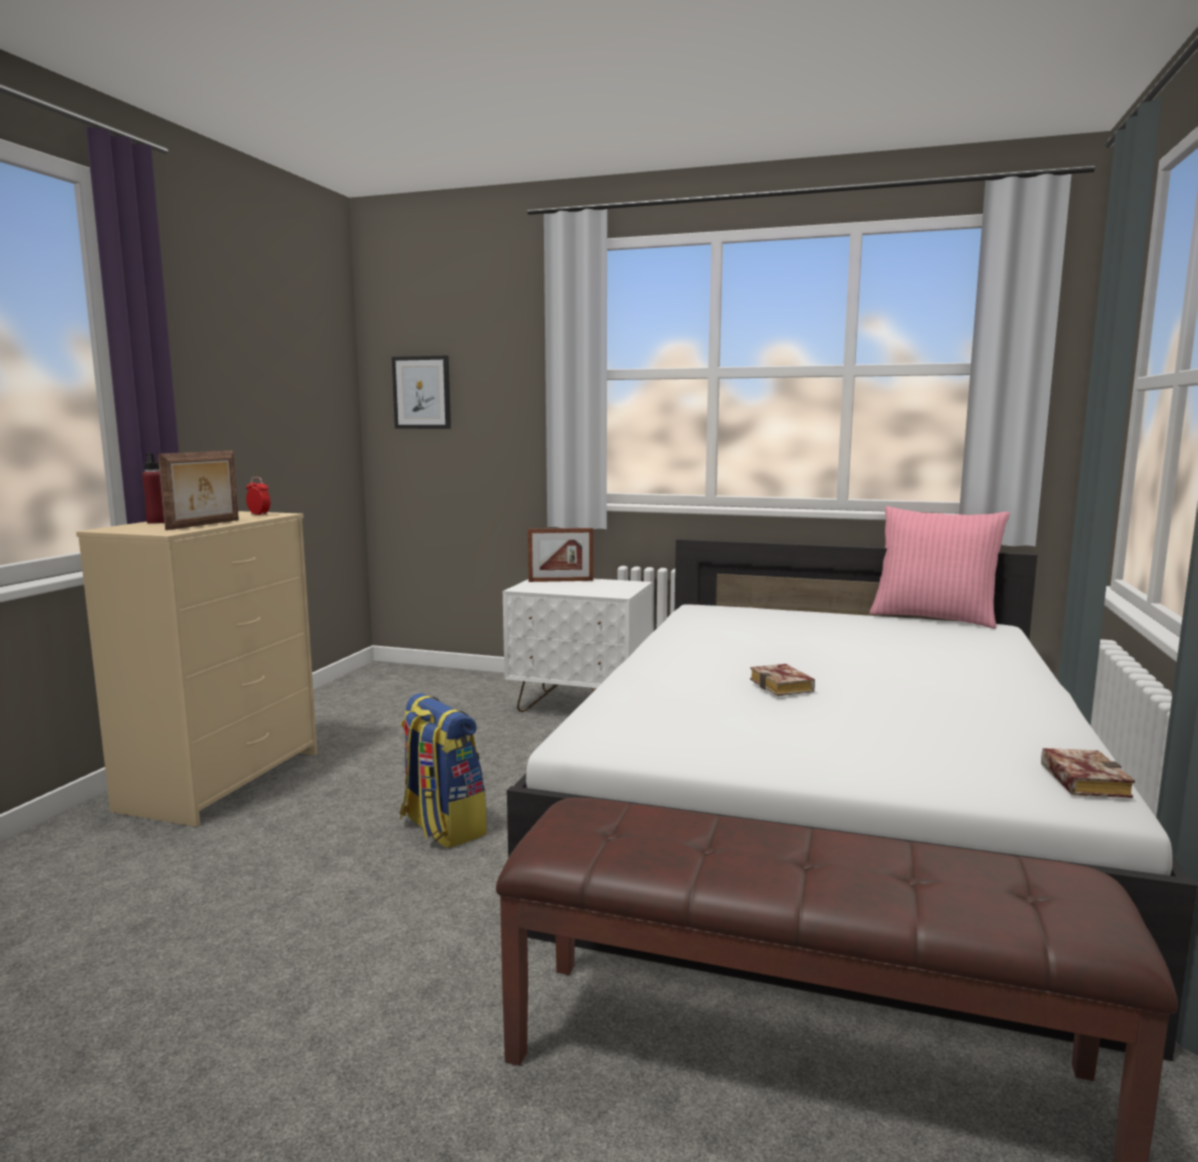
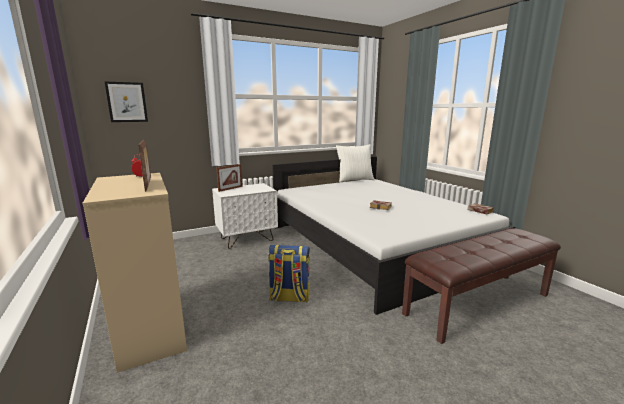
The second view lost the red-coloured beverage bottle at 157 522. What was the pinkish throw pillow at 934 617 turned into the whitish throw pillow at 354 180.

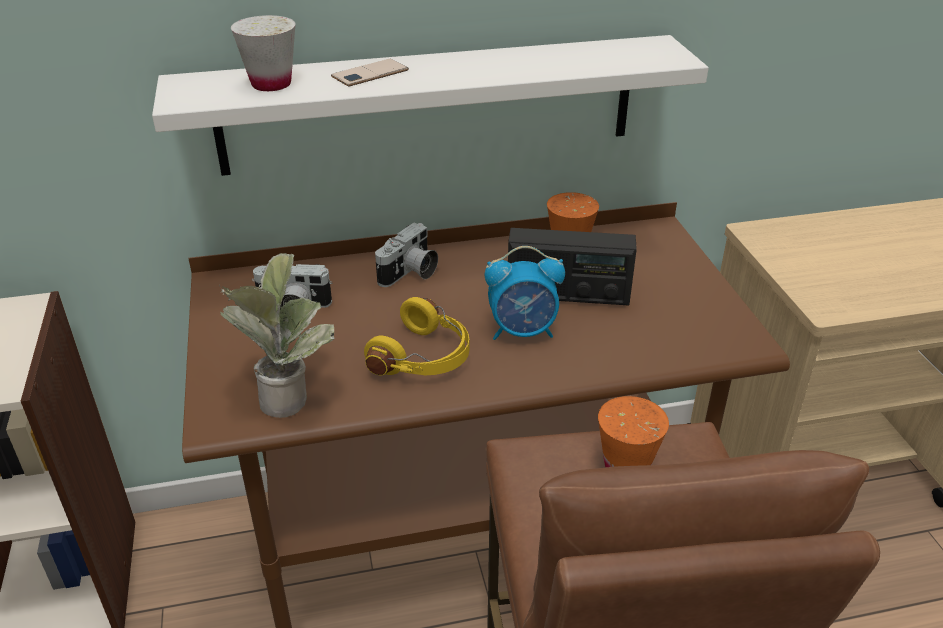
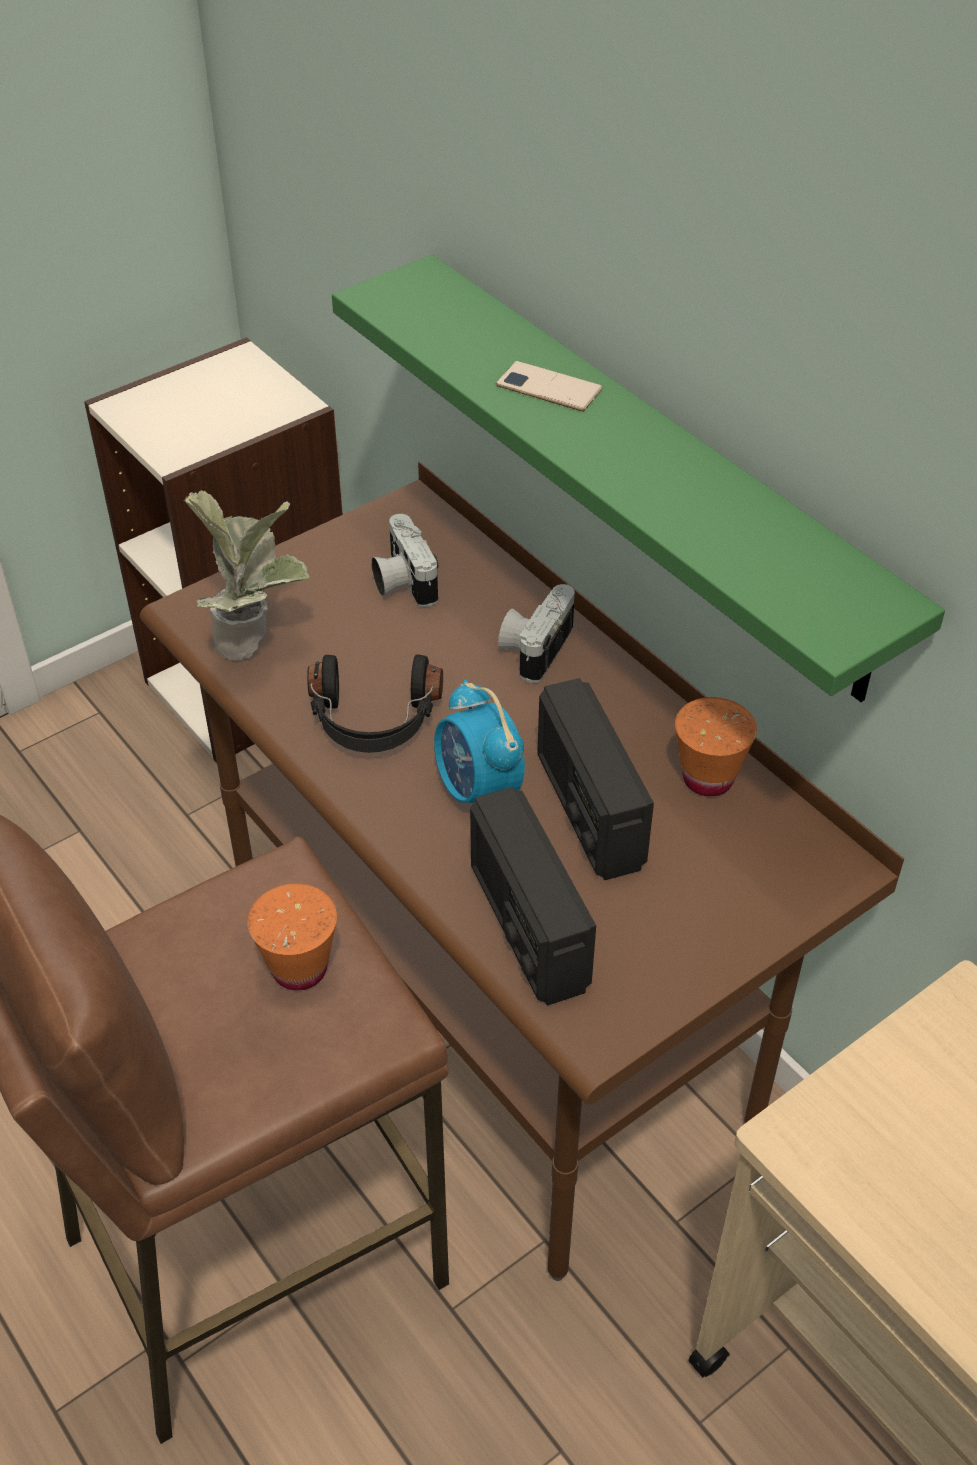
The second view lost the whitish cup at 271 84. What was the whitish bracket shelf at 429 105 turned into the greenish bracket shelf at 650 472. The photo camera at 410 273 ended up facing another way, 105 degrees clockwise from before. What was the yellowish headphones at 424 358 turned into the black-coloured headphones at 374 721. The second view gained the radio set at 527 926.

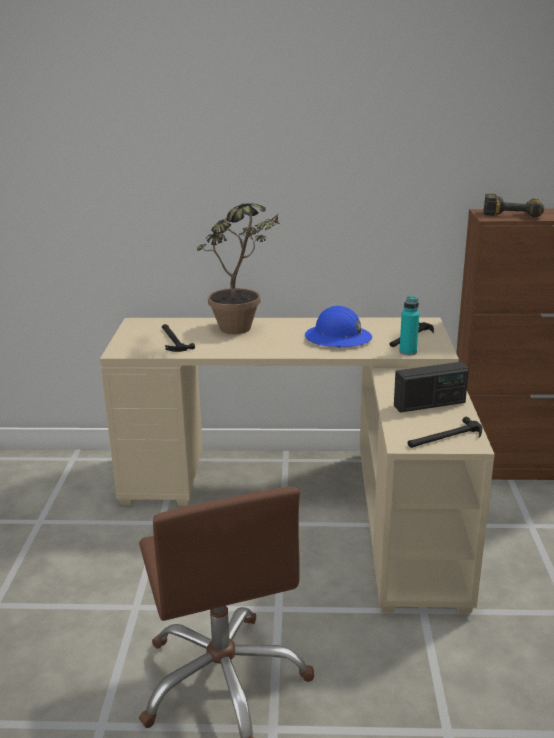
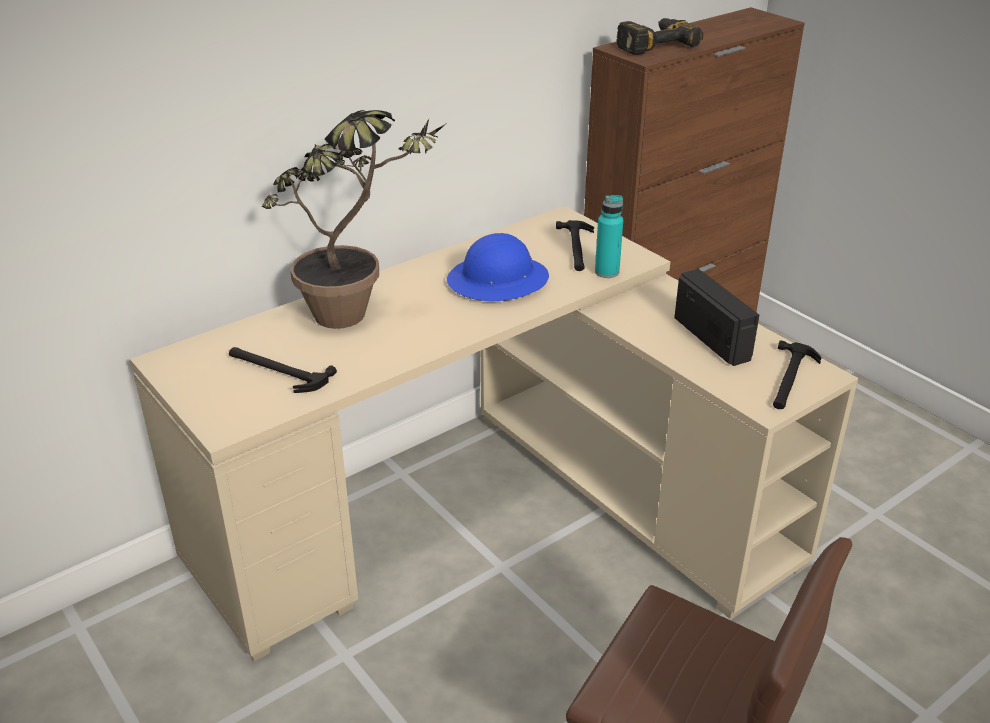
The radio set at 429 404 ended up facing another way, 60 degrees counterclockwise from before.

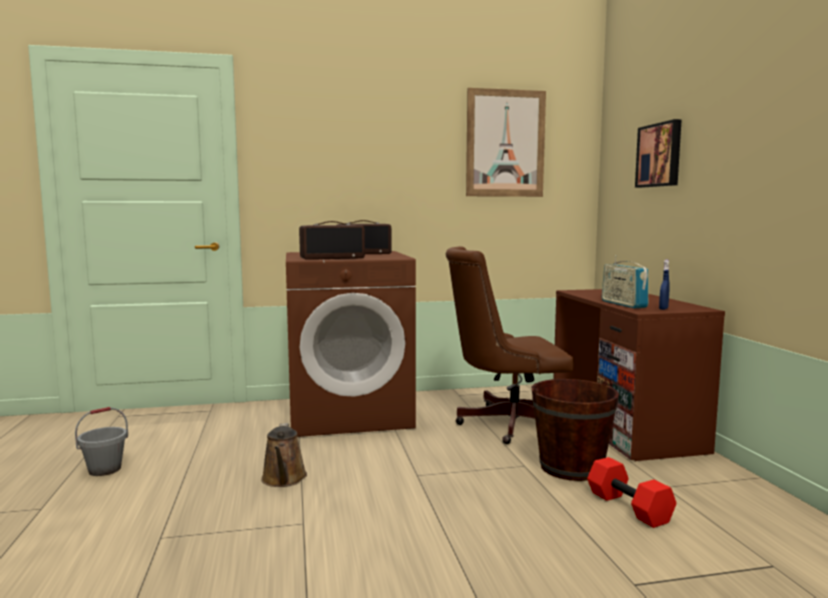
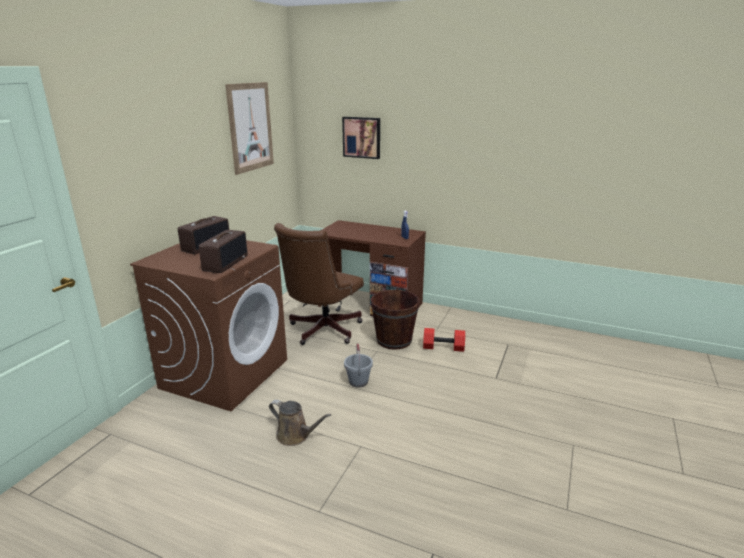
The second view lost the radio set at 623 304. The gray pail ended up elsewhere, having gone from 104 470 to 358 382.

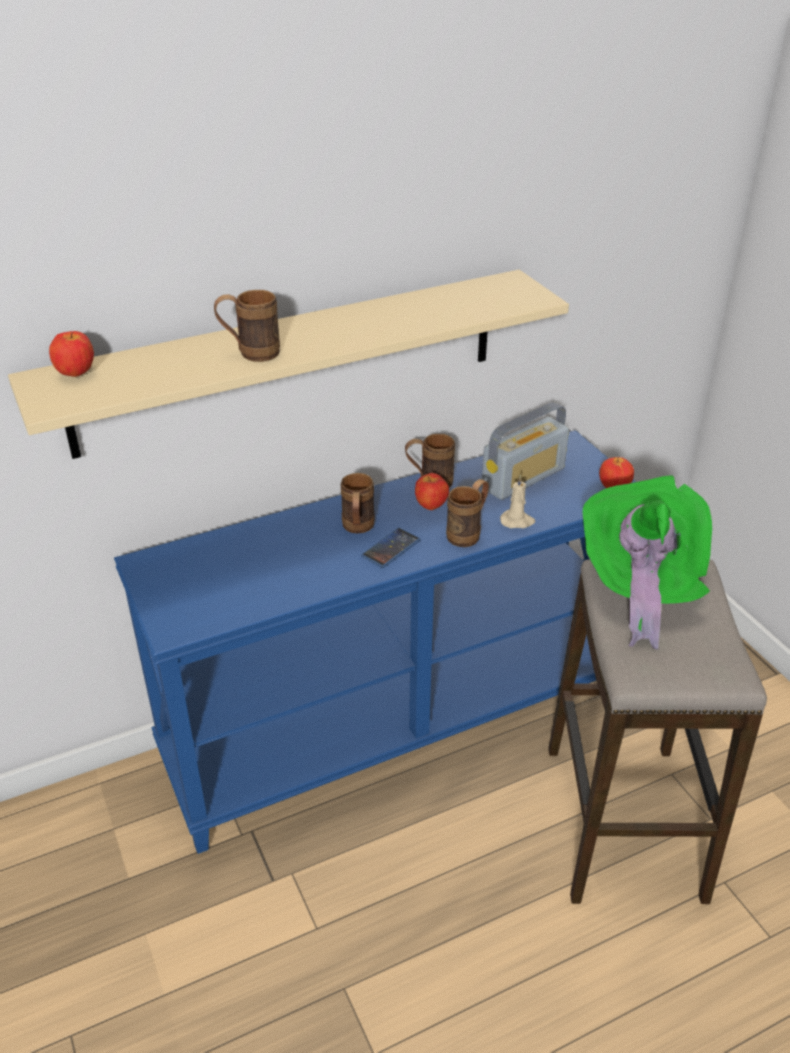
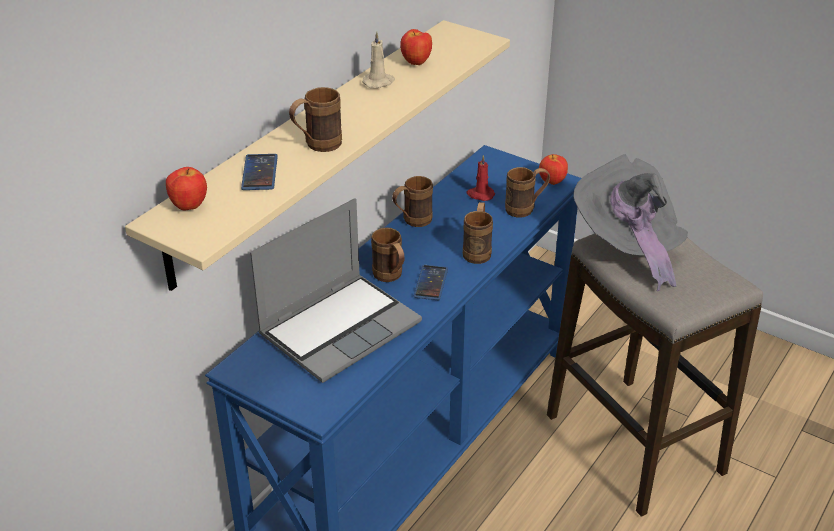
Where the radio set stood at 523 478, the red-coloured candle came to stand at 480 194. The whole apple ended up elsewhere, having gone from 431 507 to 416 63. The beige-coloured candle ended up elsewhere, having gone from 517 521 to 379 82. What was the greenish wearable hat at 640 585 turned into the gray wearable hat at 628 246. The second view gained the phone at 259 173. The second view gained the brownish coffee mug at 526 209. The second view gained the laptop at 340 327.

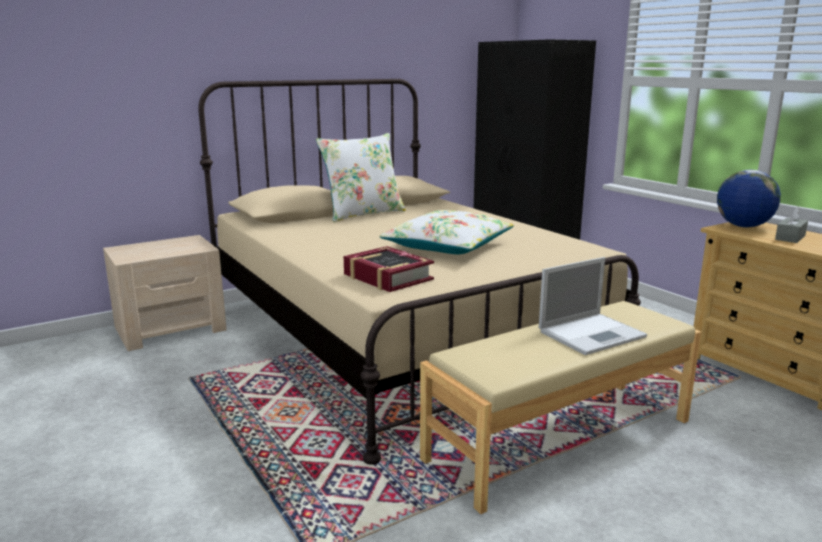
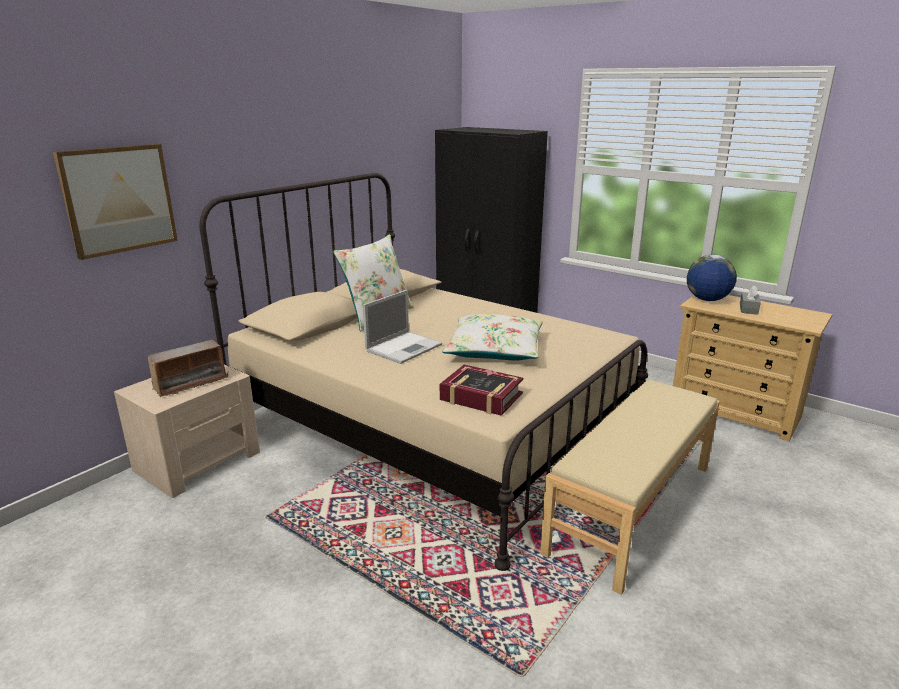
The laptop ended up elsewhere, having gone from 592 334 to 404 347. The second view gained the wall picture at 118 199. The second view gained the radio set at 190 383.

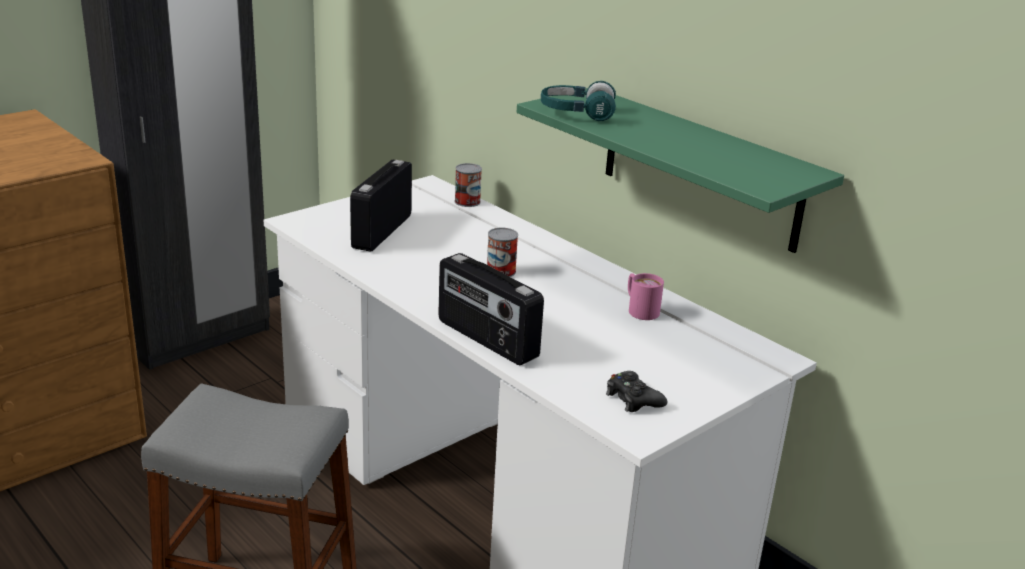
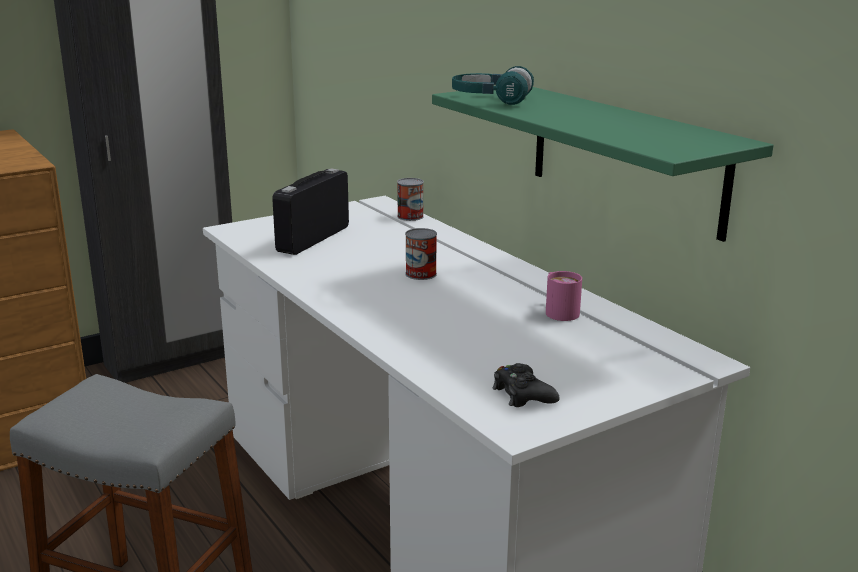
The second view lost the radio set at 486 340.

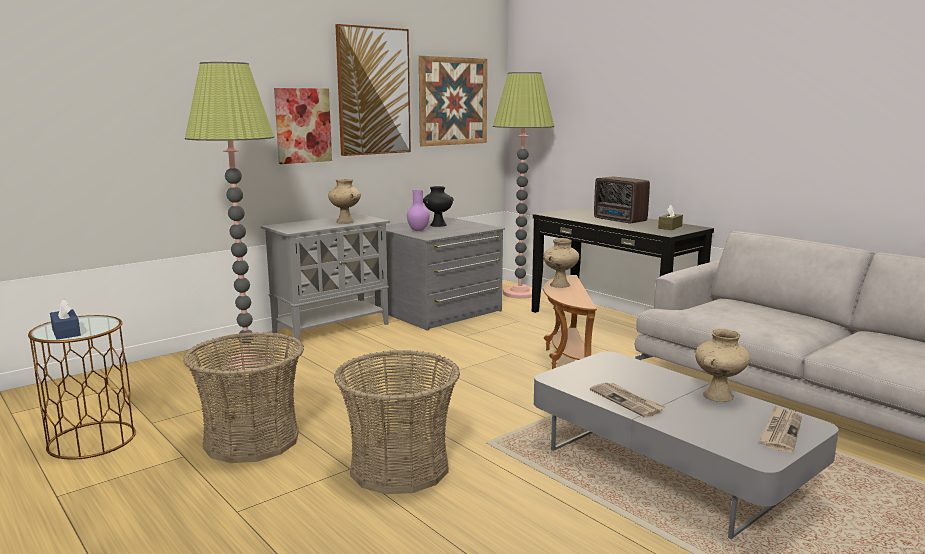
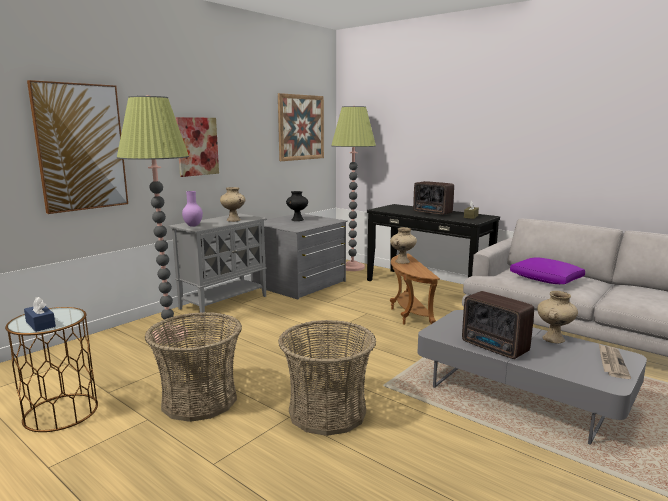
The wall picture ended up elsewhere, having gone from 373 91 to 81 147. The purple-coloured vase ended up elsewhere, having gone from 417 230 to 192 226. Where the printed paper stood at 627 401, the radio set came to stand at 495 348. The second view gained the purple-coloured throw pillow at 546 279.

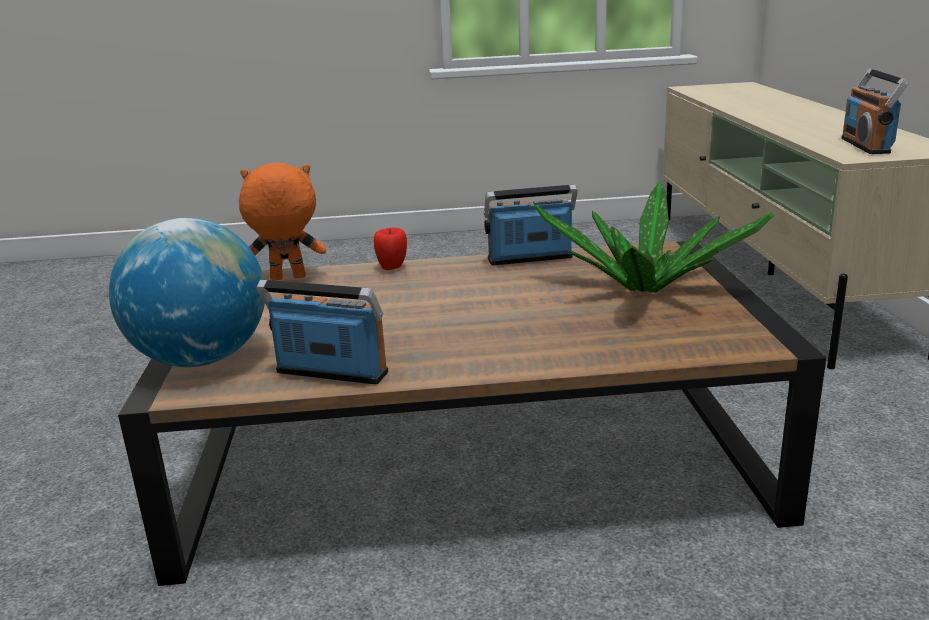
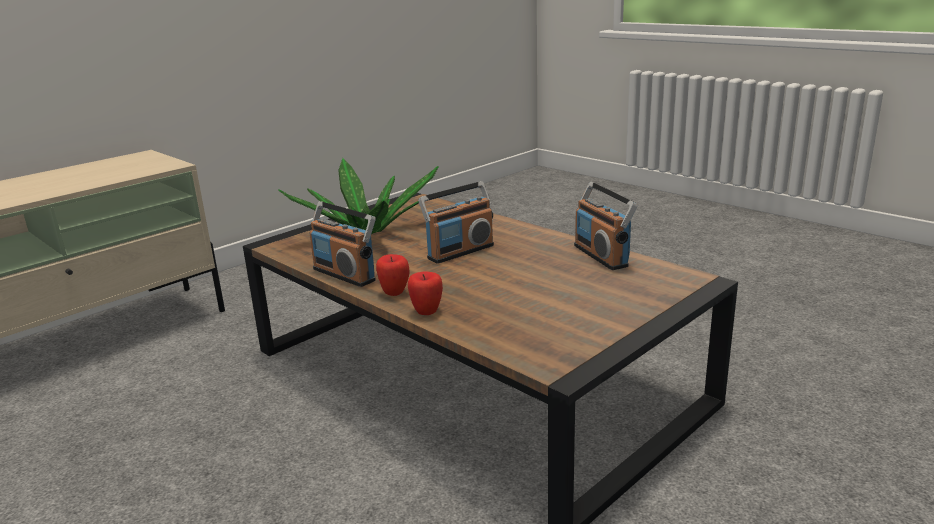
The radio set ended up elsewhere, having gone from 866 146 to 460 251. The second view lost the orange-coloured cuddly toy at 287 279. The second view lost the world globe at 201 359. The second view gained the whole apple at 394 292.

